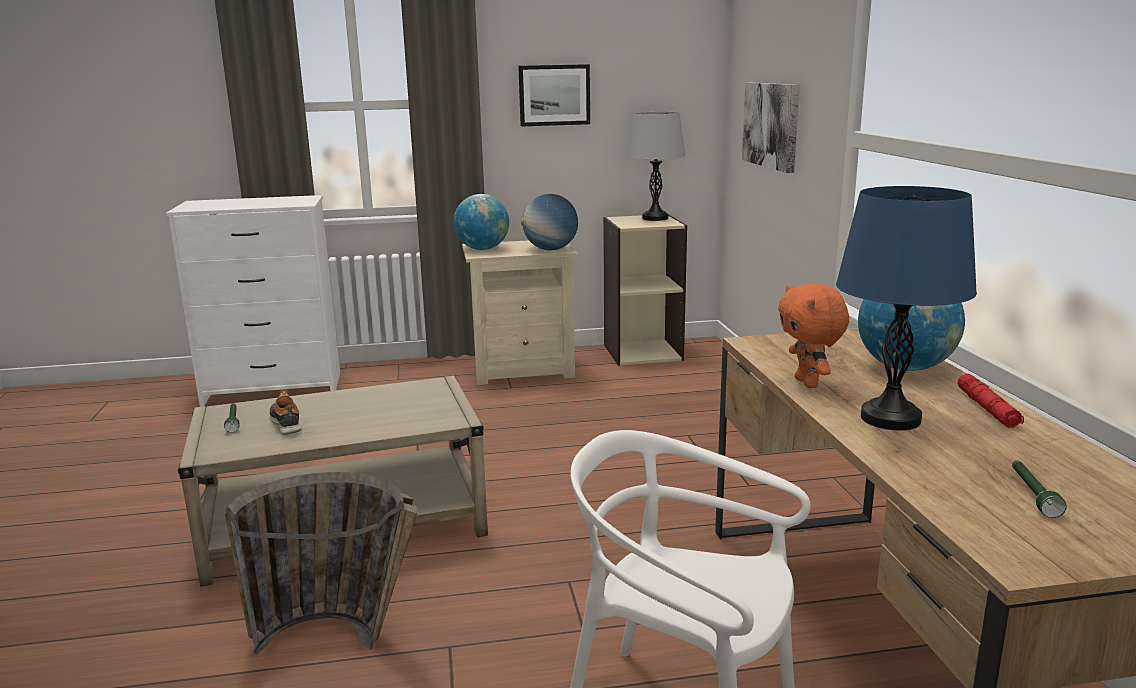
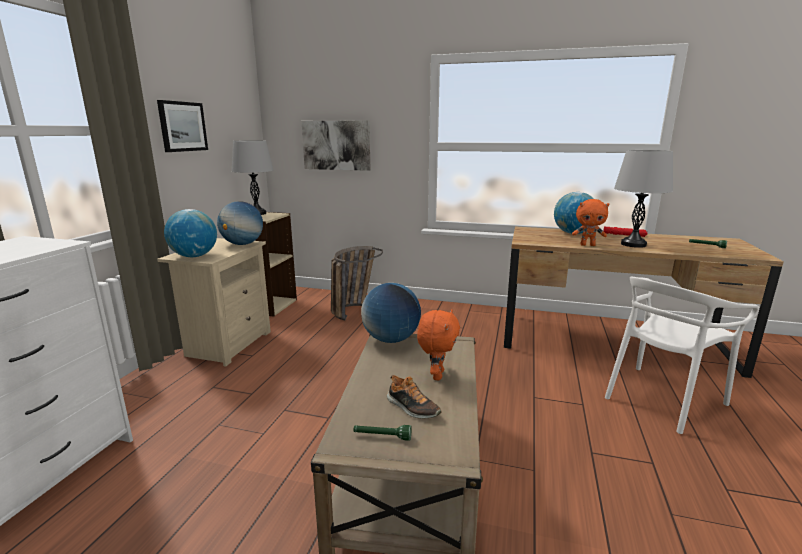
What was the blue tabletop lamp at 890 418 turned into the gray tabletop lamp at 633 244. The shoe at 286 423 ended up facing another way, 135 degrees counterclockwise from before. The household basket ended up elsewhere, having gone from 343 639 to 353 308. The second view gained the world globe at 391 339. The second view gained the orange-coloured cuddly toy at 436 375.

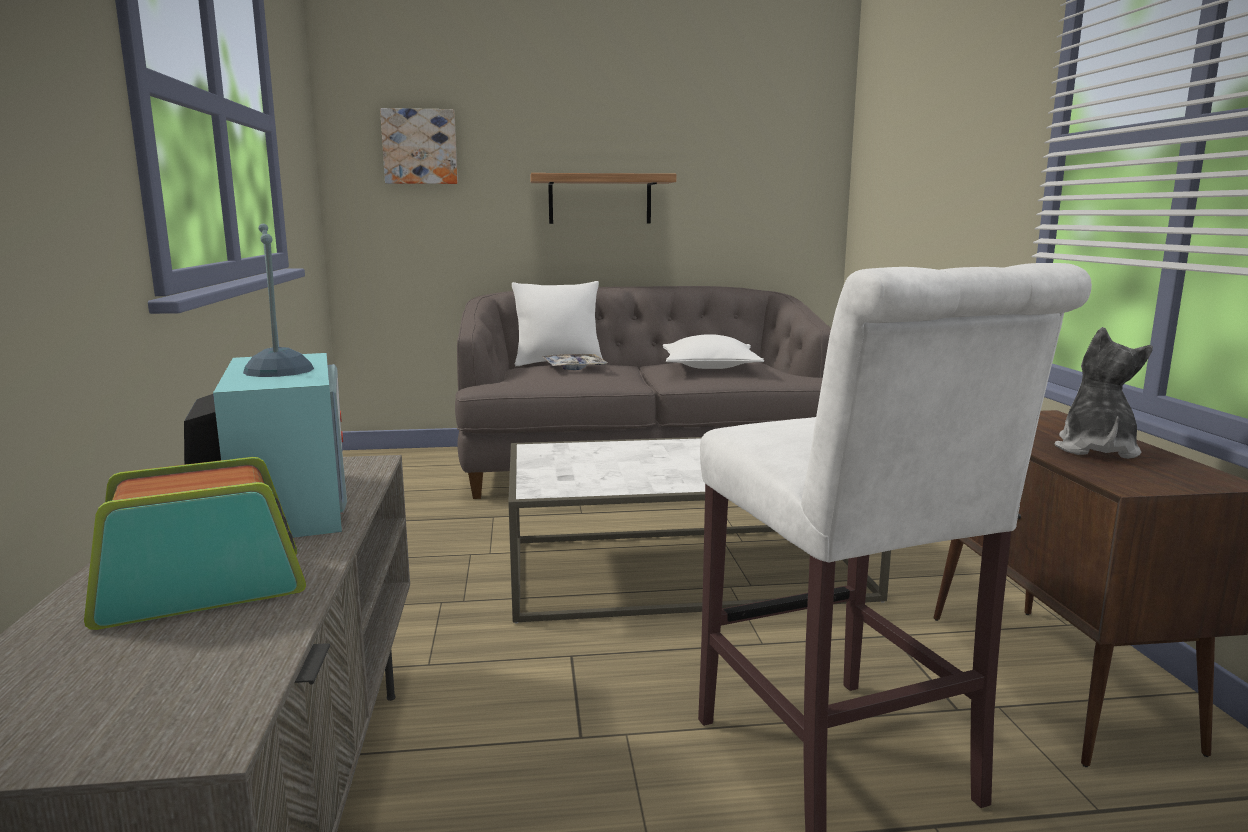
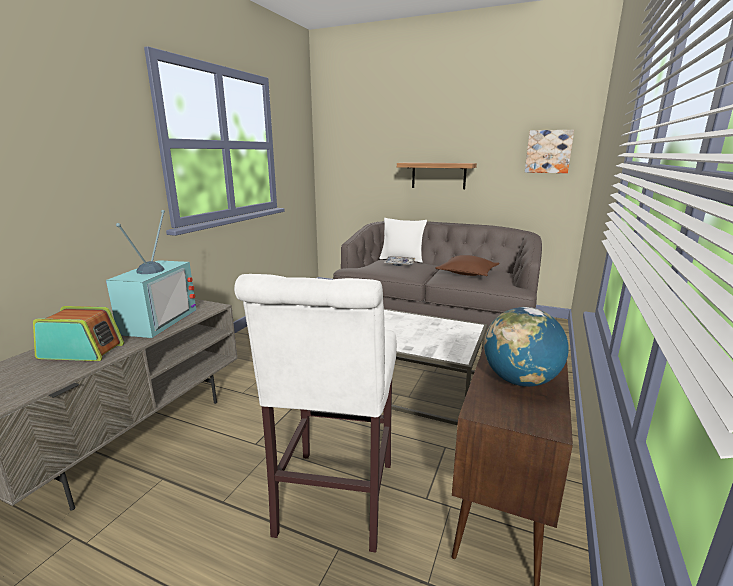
The wall picture ended up elsewhere, having gone from 420 147 to 548 151. Where the cuddly toy stood at 1095 449, the world globe came to stand at 520 381. What was the whitish throw pillow at 710 367 turned into the brownish throw pillow at 467 273.

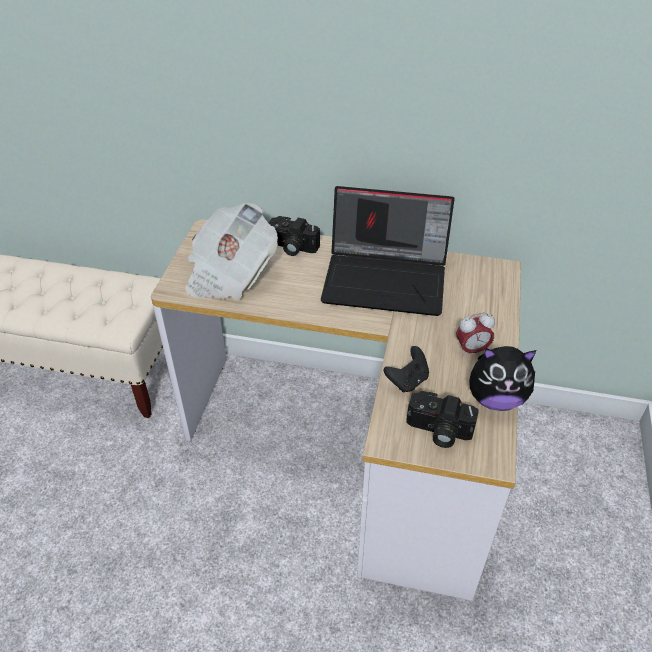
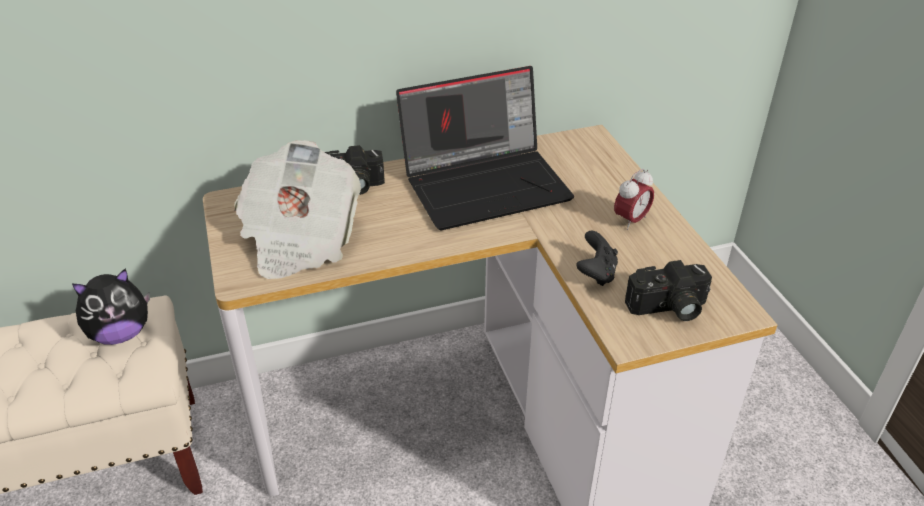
The cuddly toy ended up elsewhere, having gone from 495 398 to 121 334.

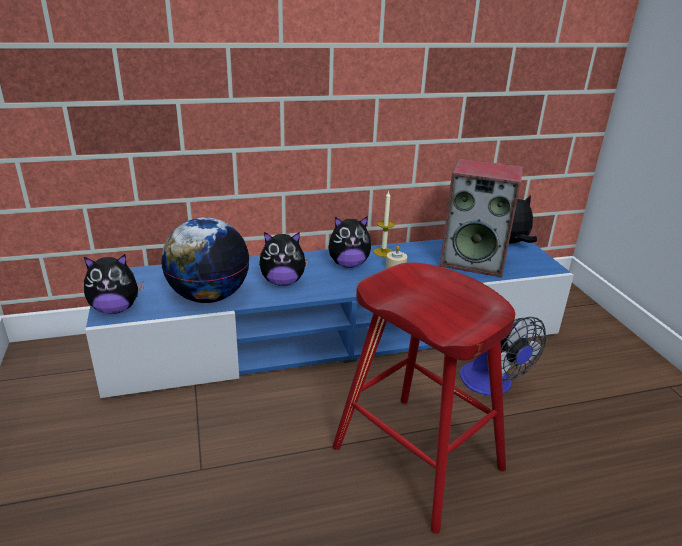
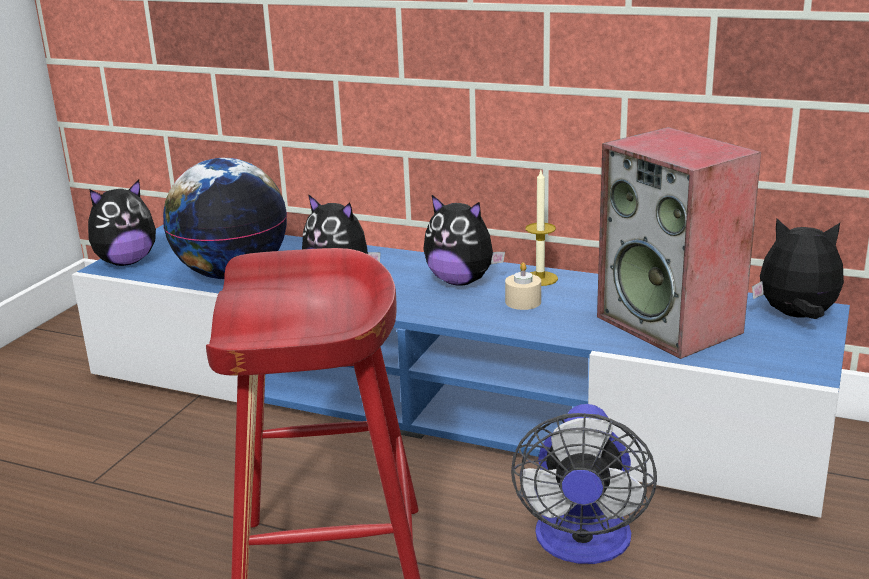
The cuddly toy at 115 309 ended up facing another way, 60 degrees counterclockwise from before.

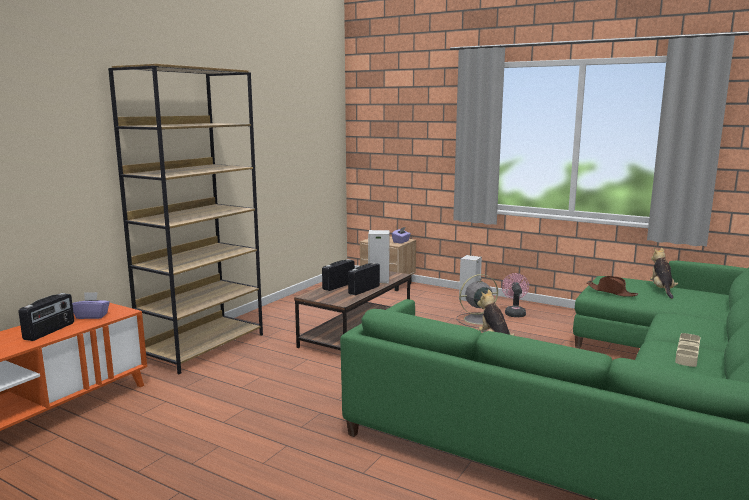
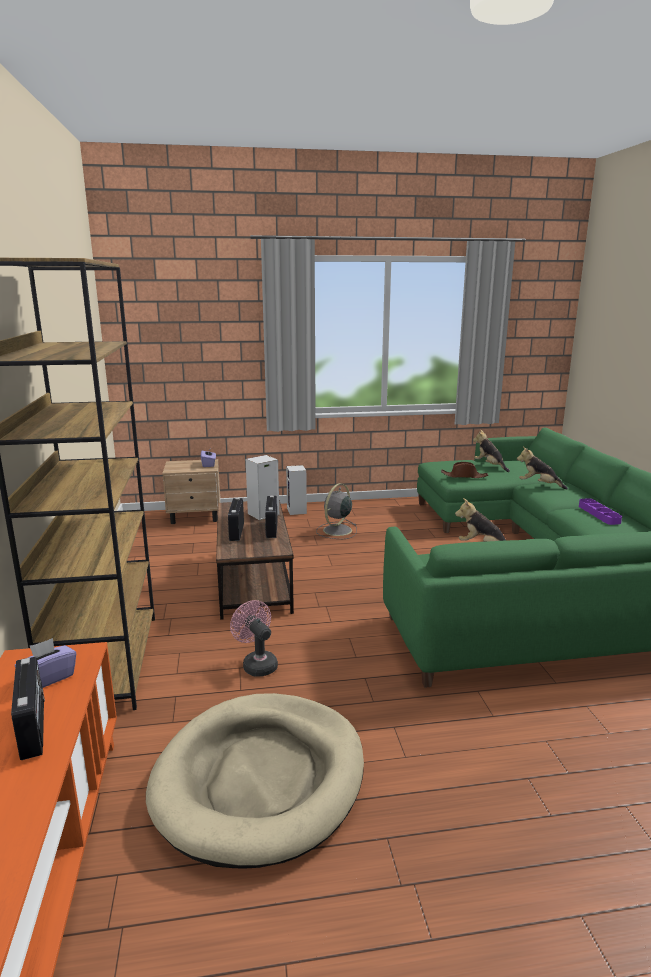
The pinkish fan ended up elsewhere, having gone from 514 313 to 257 664. What was the beige-coloured carrying tray at 687 353 turned into the purple-coloured carrying tray at 599 514. The second view gained the cuddly toy at 539 485. The second view gained the beige-coloured dog bed at 260 779.

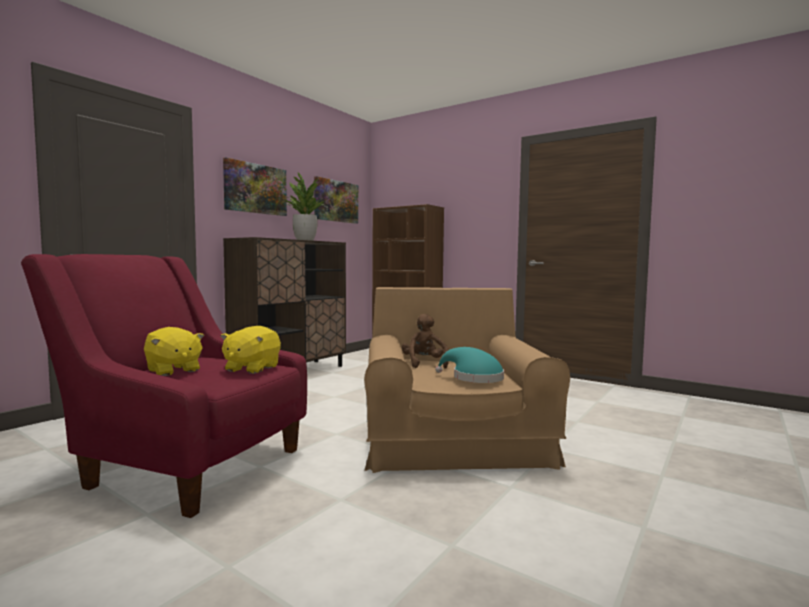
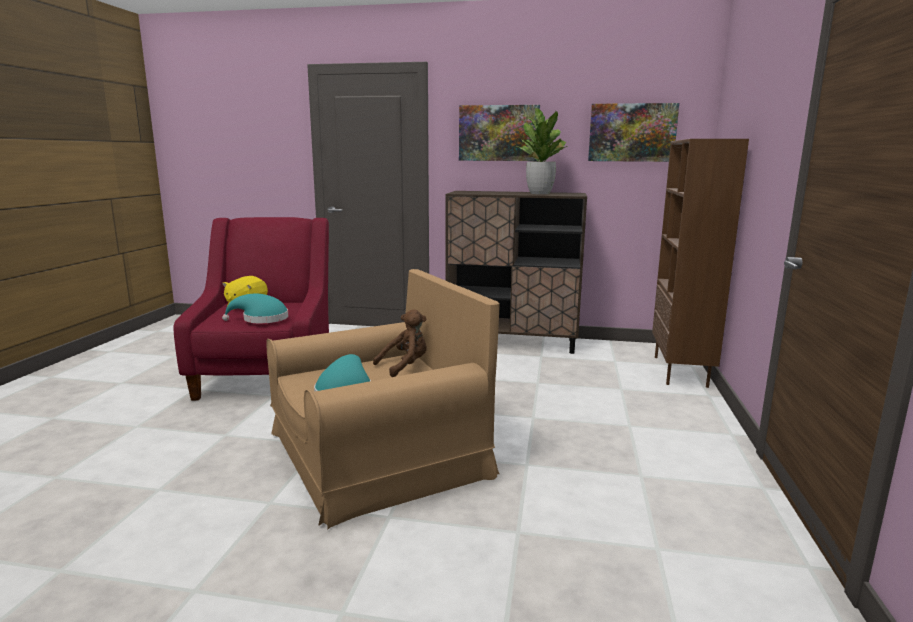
Where the yellowish cuddly toy stood at 251 368, the turquoise wearable hat came to stand at 261 319.

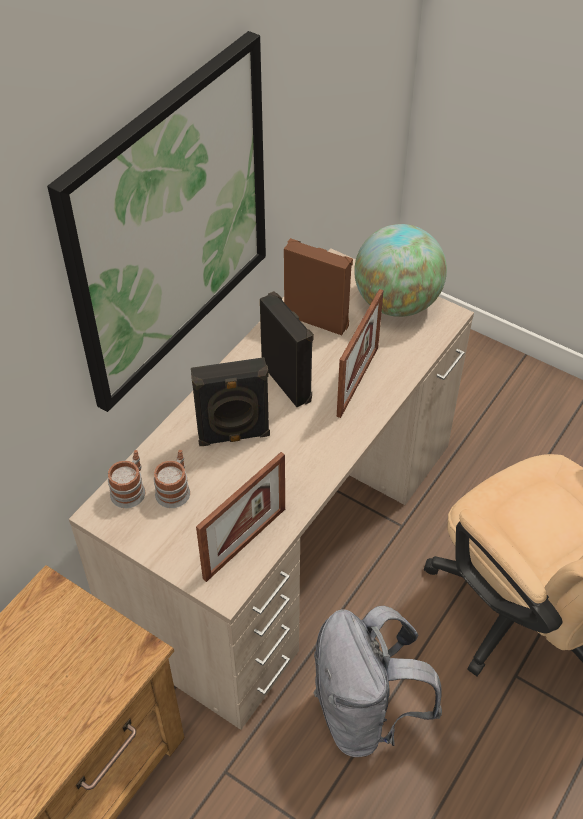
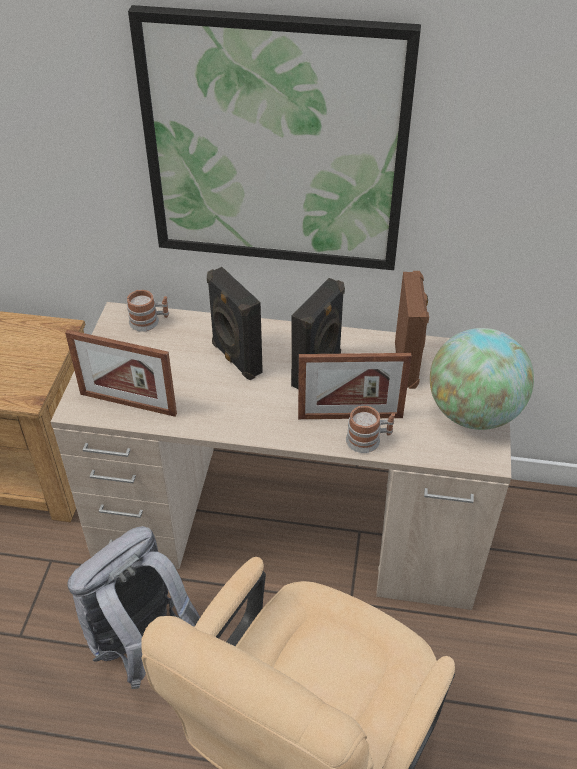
The coffee mug ended up elsewhere, having gone from 175 489 to 369 440.

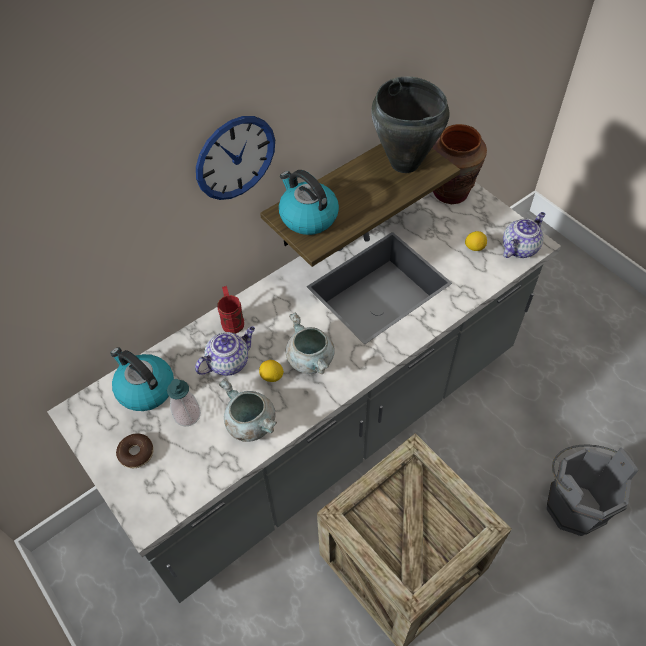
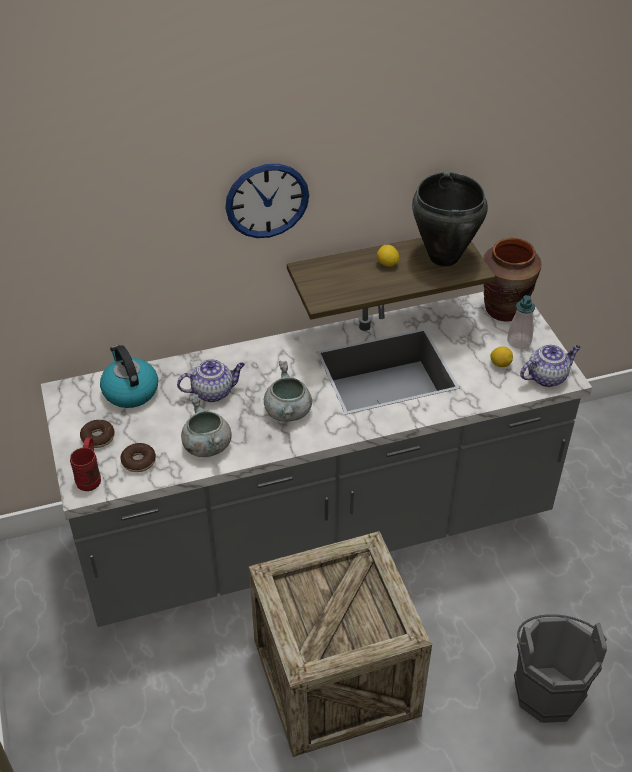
The second view lost the water kettle at 307 216. The red-coloured coffee mug ended up elsewhere, having gone from 232 320 to 90 476. The citrus fruit ended up elsewhere, having gone from 272 376 to 387 264. The soap dispenser ended up elsewhere, having gone from 187 415 to 519 341. The second view gained the donut at 138 461.

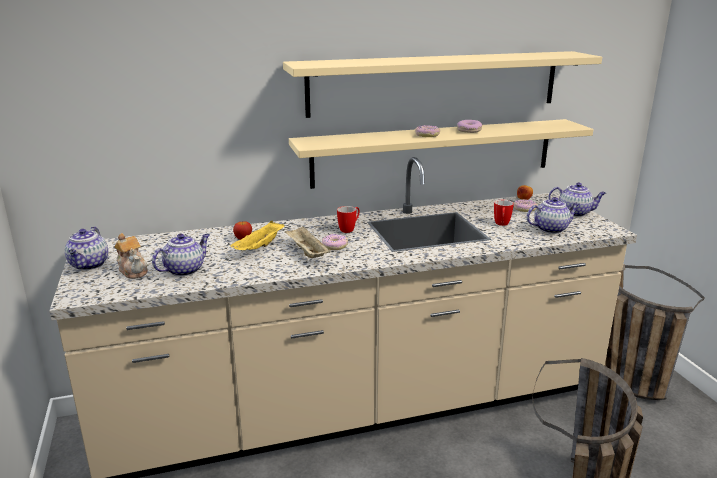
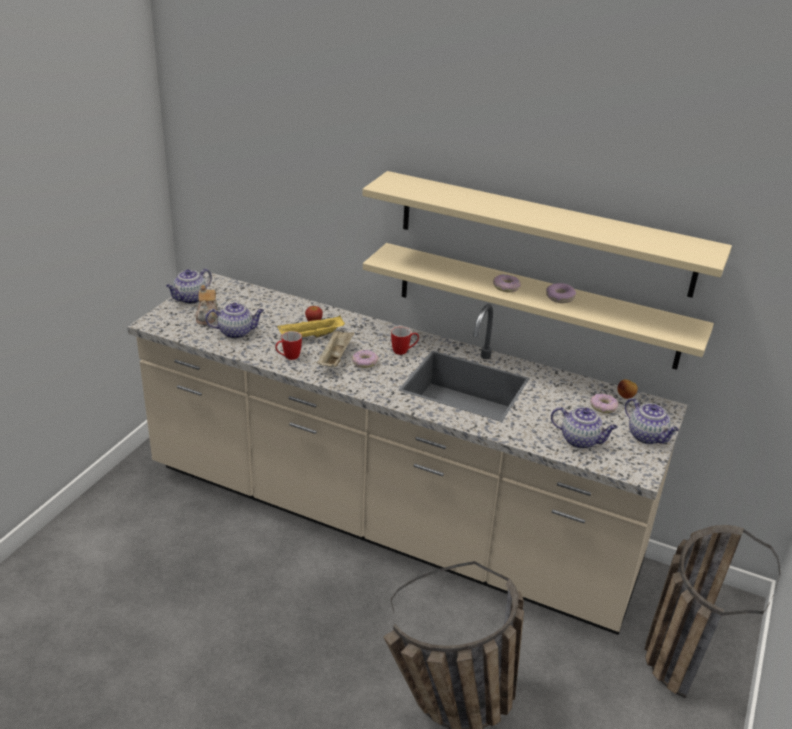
The coffee mug ended up elsewhere, having gone from 501 225 to 288 357.

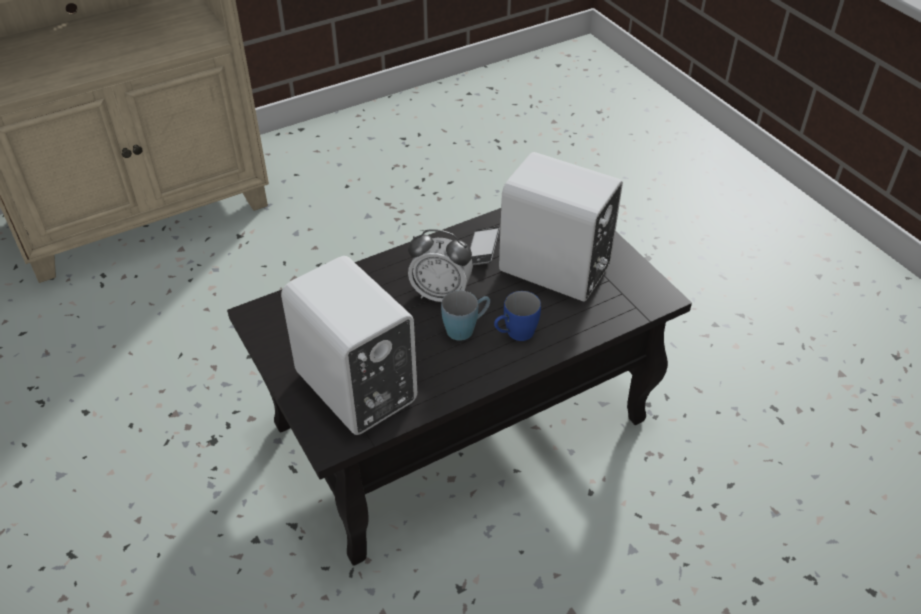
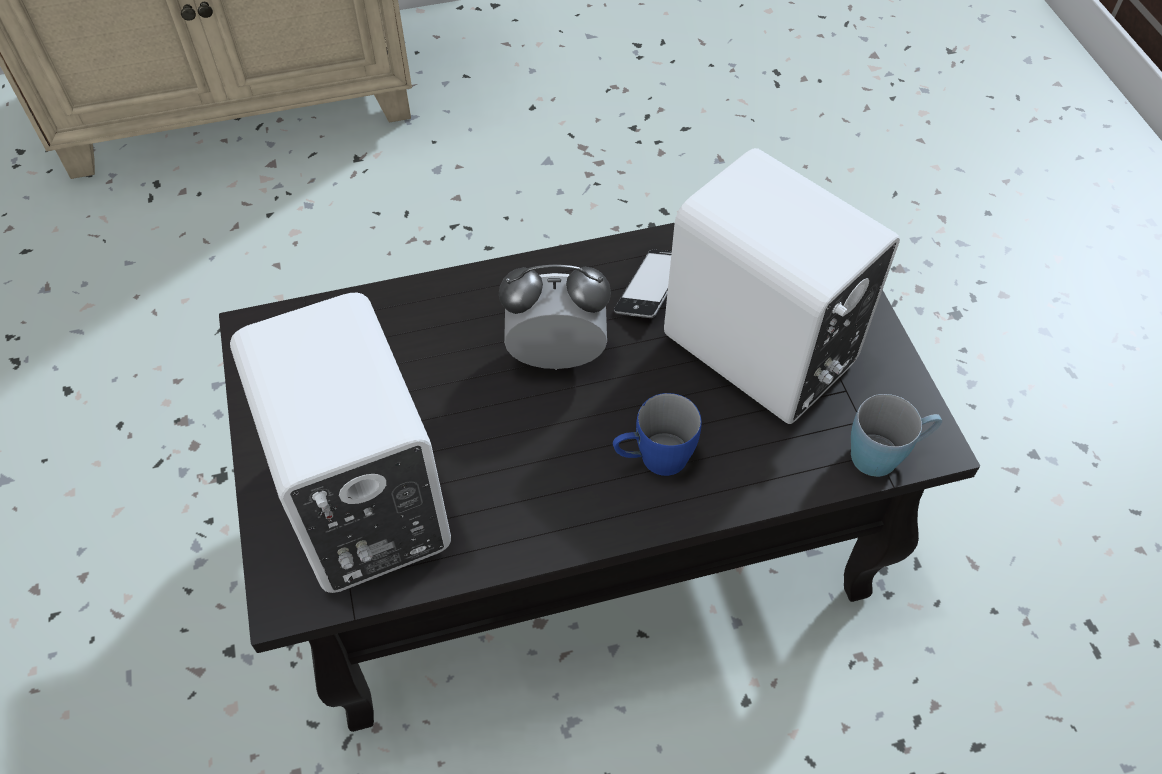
The table clock at 441 294 ended up facing another way, 150 degrees clockwise from before. The blue coffee mug ended up elsewhere, having gone from 466 328 to 885 454.

